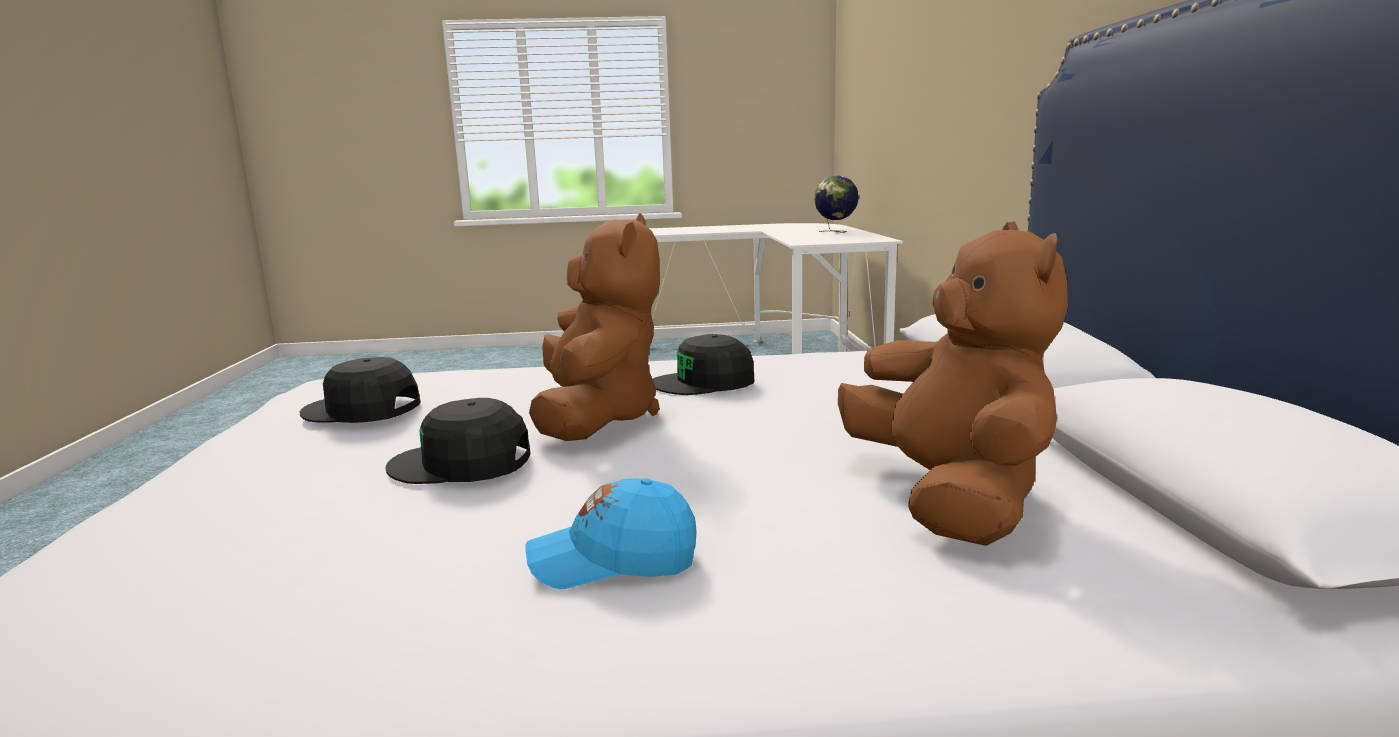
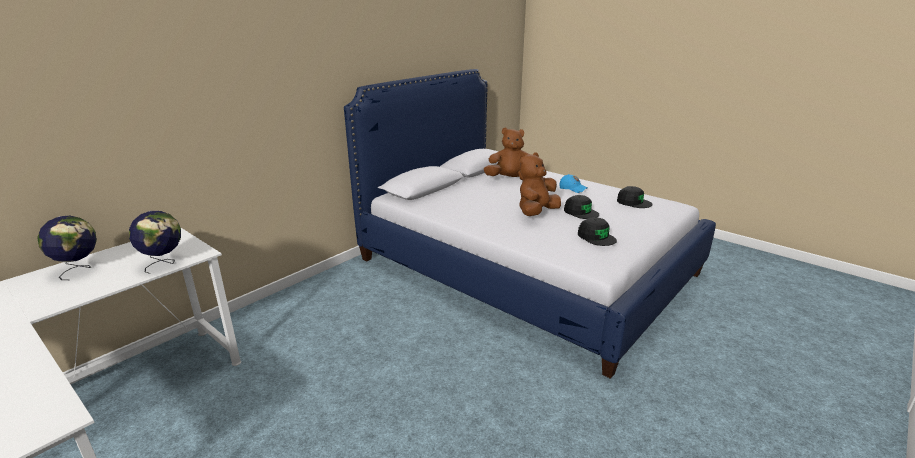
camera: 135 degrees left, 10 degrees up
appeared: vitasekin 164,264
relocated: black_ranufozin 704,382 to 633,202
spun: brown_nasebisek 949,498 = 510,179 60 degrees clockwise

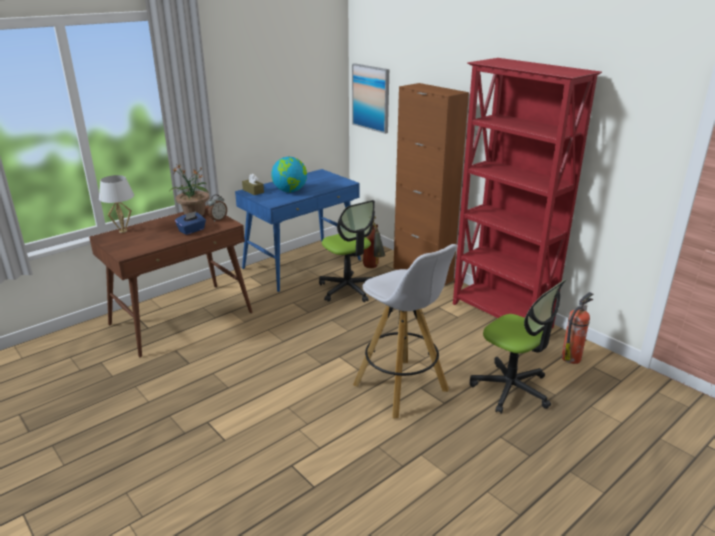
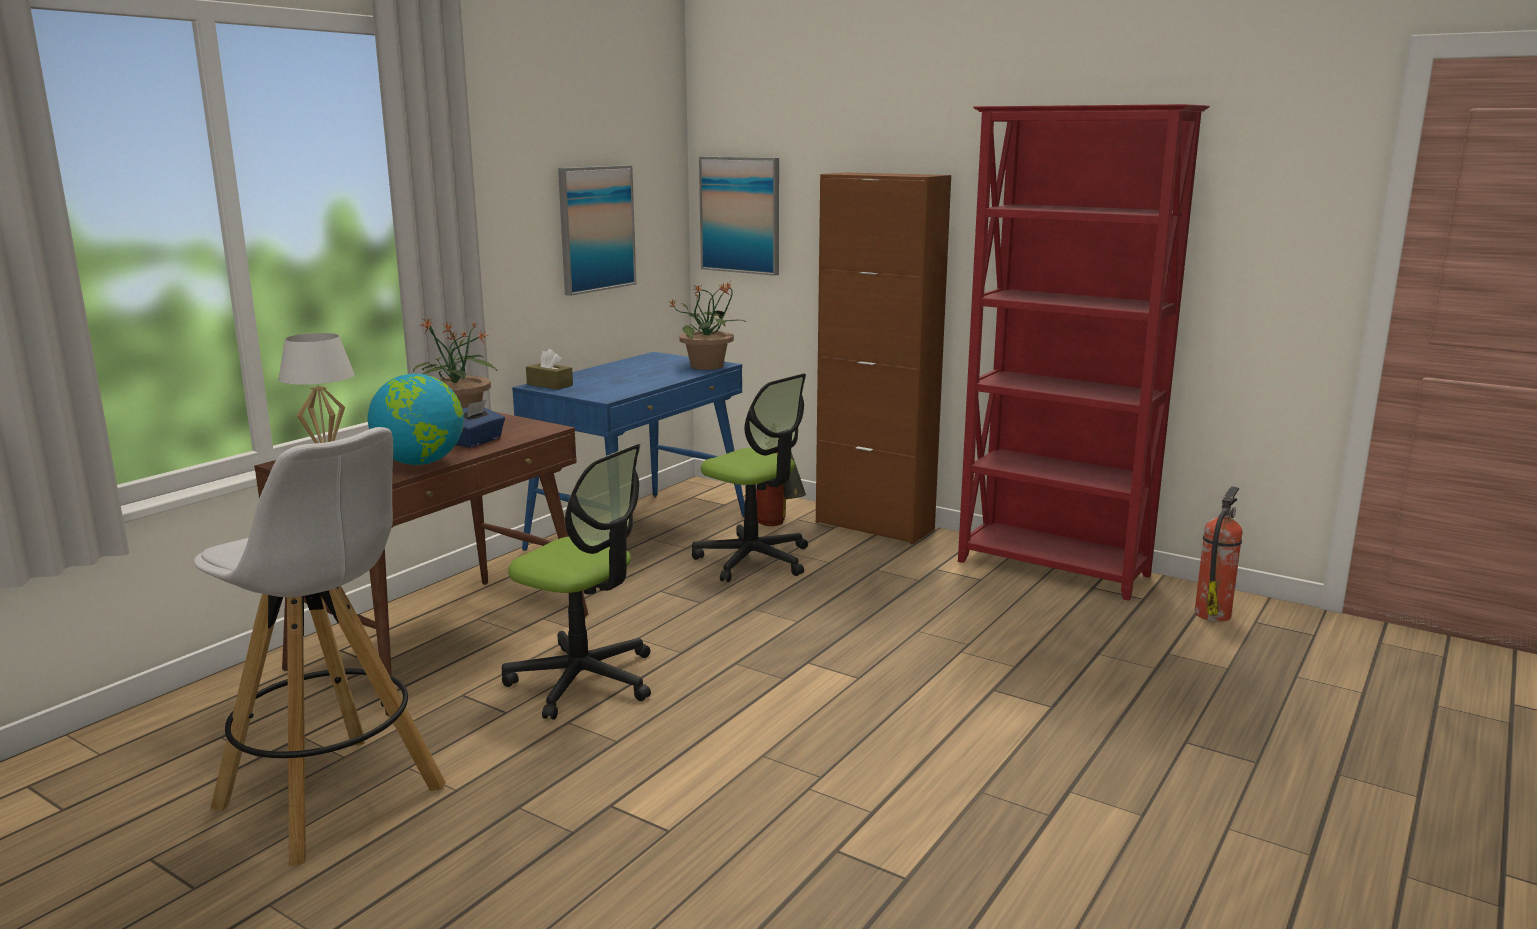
camera: 15 degrees left, 10 degrees down
missing: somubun 218,219
appeared: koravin 596,228; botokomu 708,366
relocated: vitasekin 290,191 to 420,463; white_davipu 402,388 to 333,799; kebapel 511,389 to 583,680

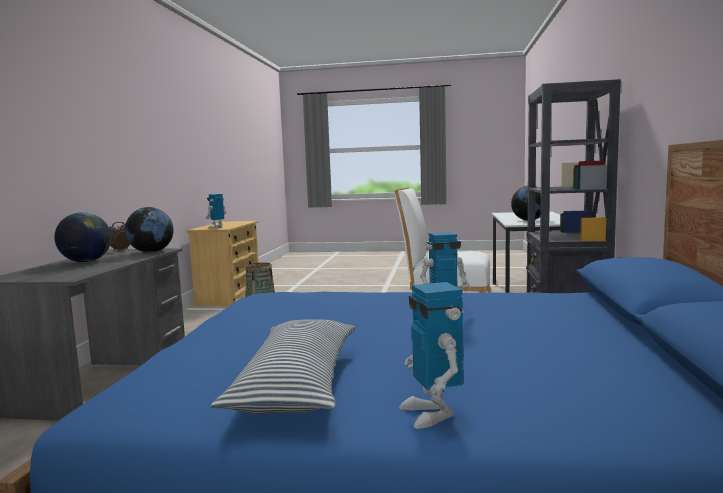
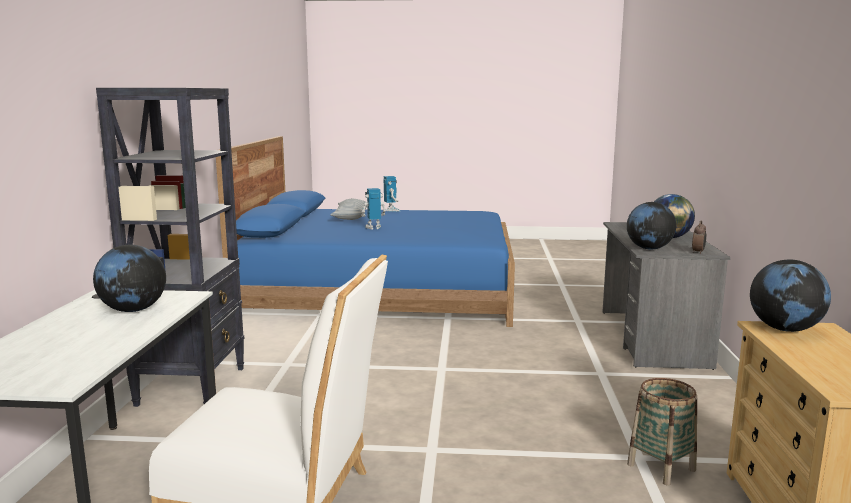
camera: 175 degrees right, 5 degrees up
relocated: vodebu 297,383 to 351,217
exchanged: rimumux 217,228 to vitasekin 785,329

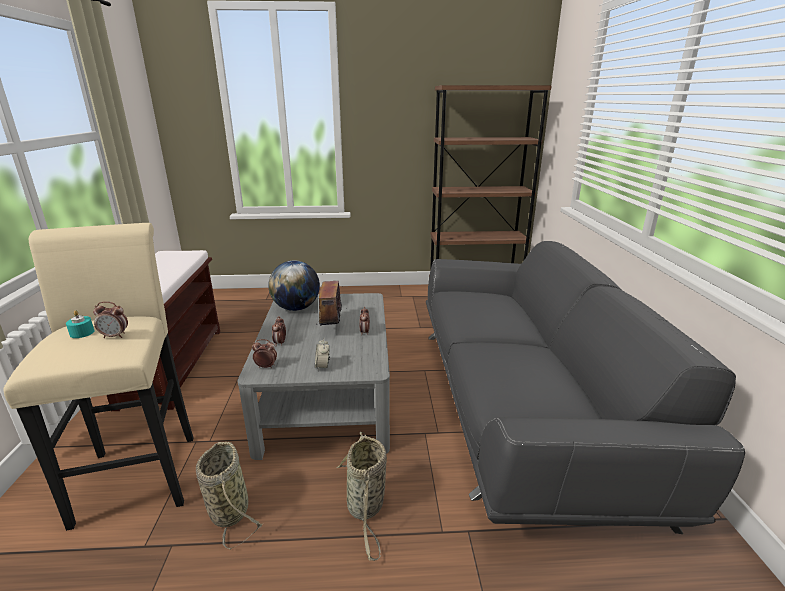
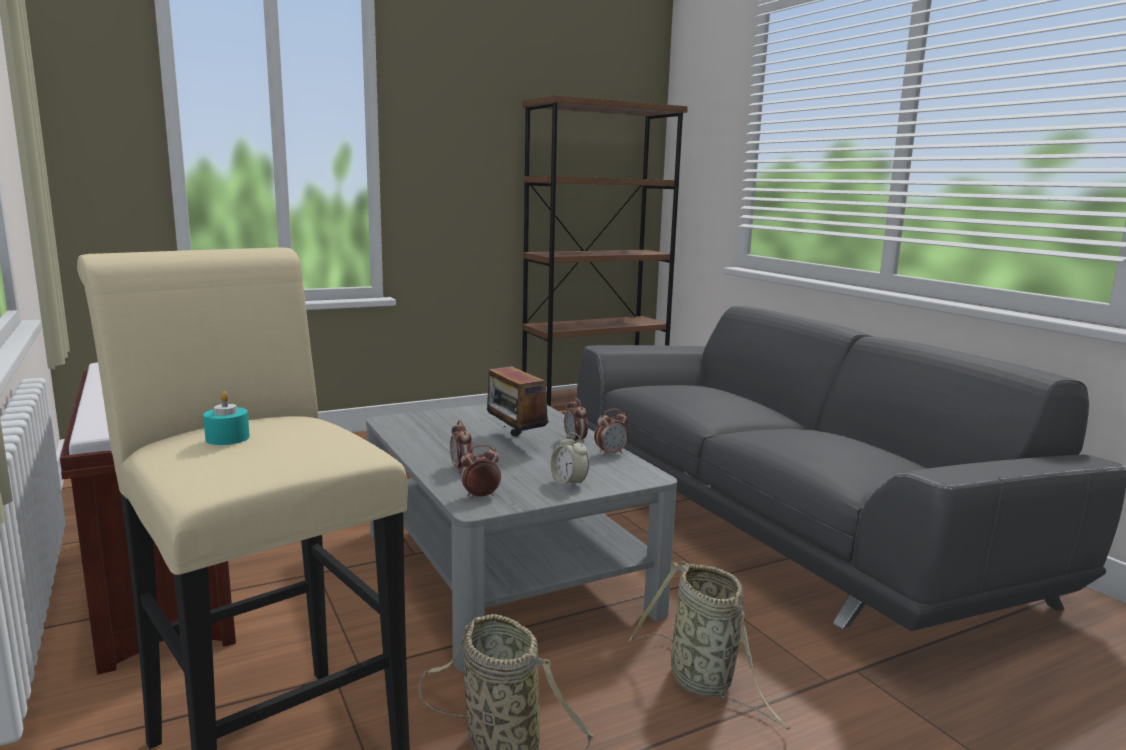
camera: 25 degrees left, 10 degrees down
missing: vitasekin 296,308
relocated: somubun 115,336 to 610,453

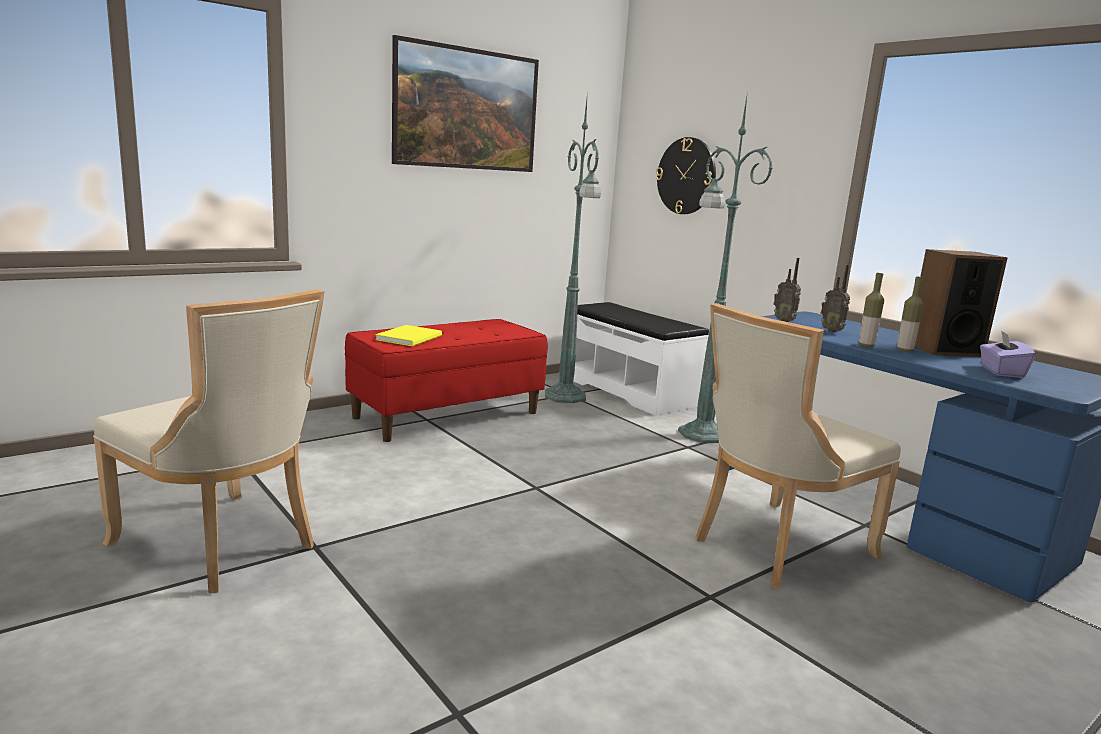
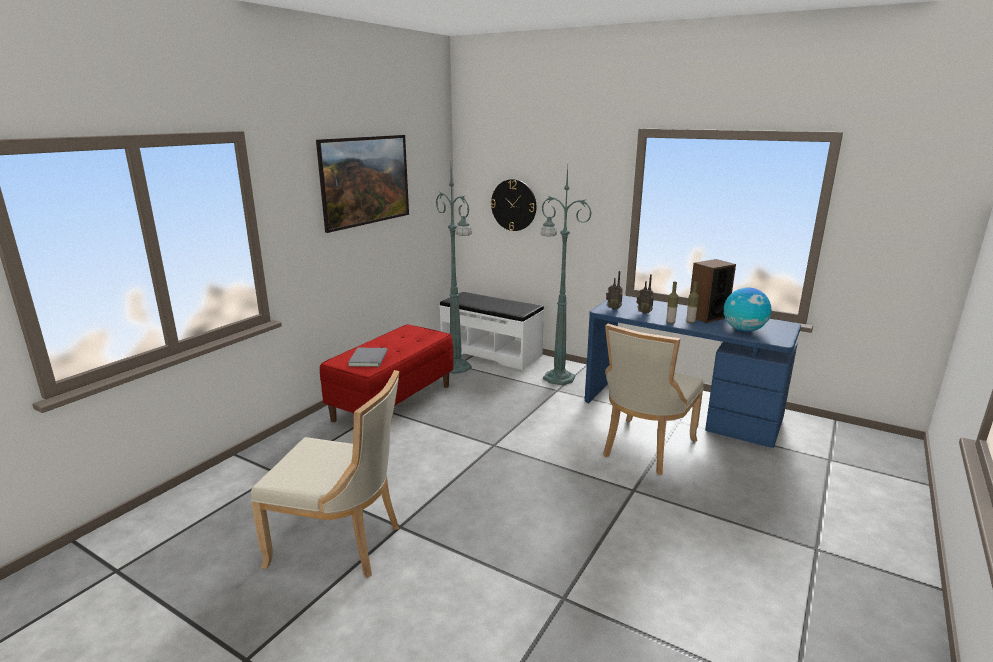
camera: 20 degrees left, 5 degrees up
exchanged: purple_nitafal 1001,372 to vitasekin 744,330
colour: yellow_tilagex 411,337 to grey_tilagex 369,358

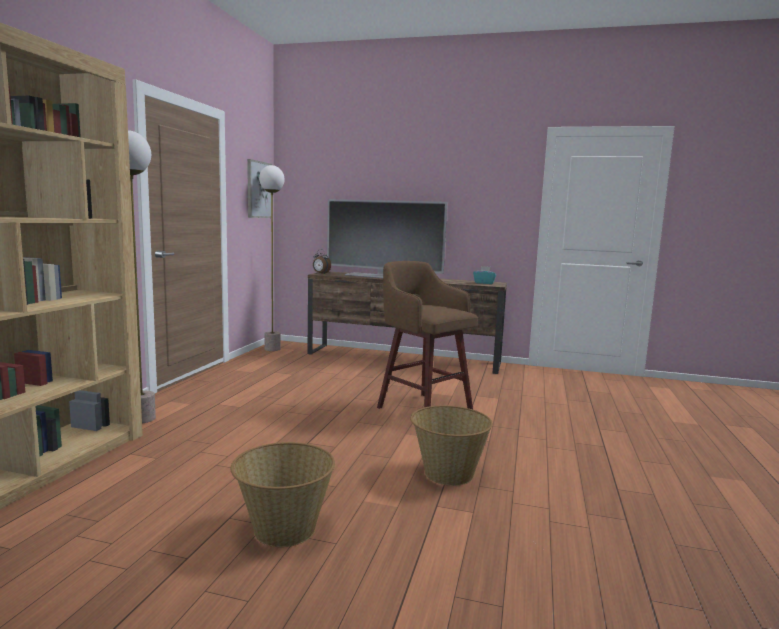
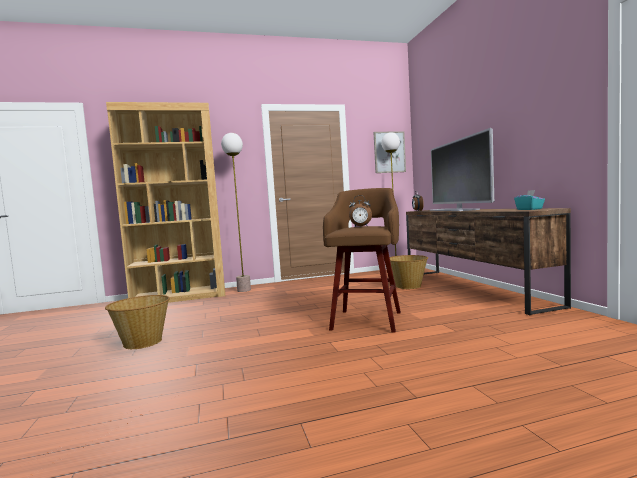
camera: 60 degrees right, 5 degrees down
appeared: somubun 360,226
relocated: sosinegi 448,473 to 408,286

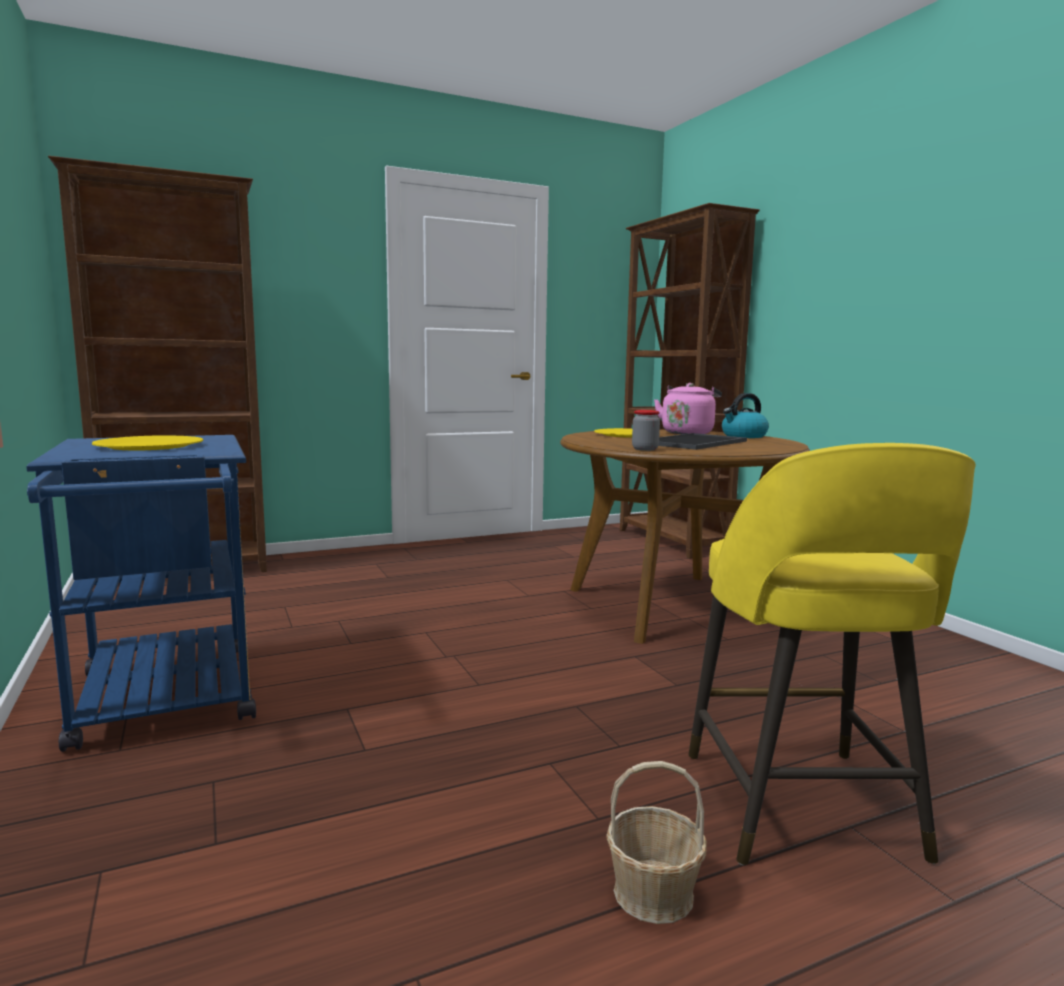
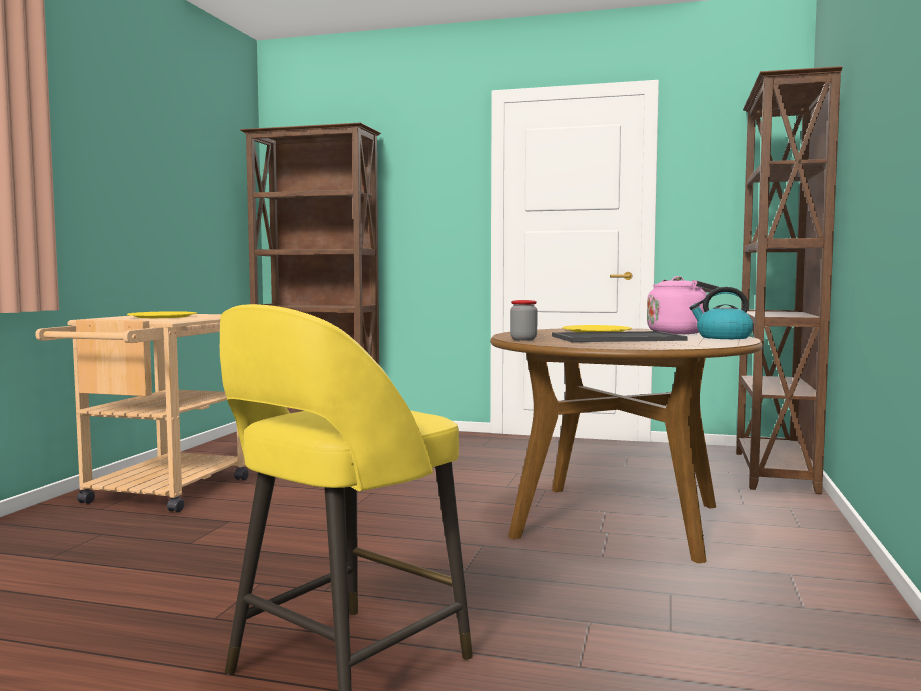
camera: 40 degrees right, 5 degrees down
missing: sosinegi 654,894
colour: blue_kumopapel 166,704 to beige_kumopapel 159,495

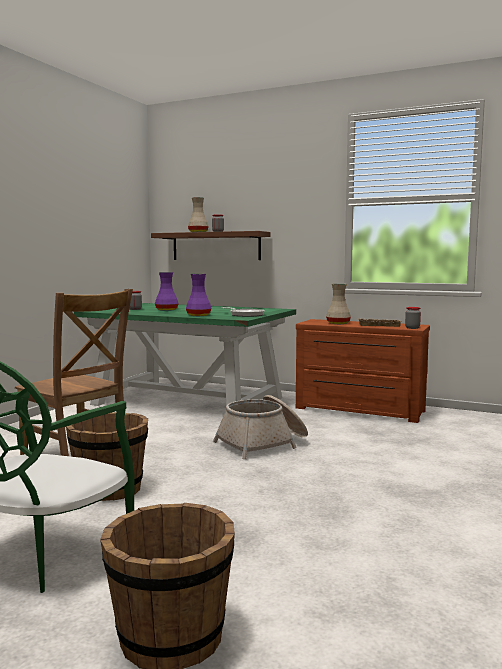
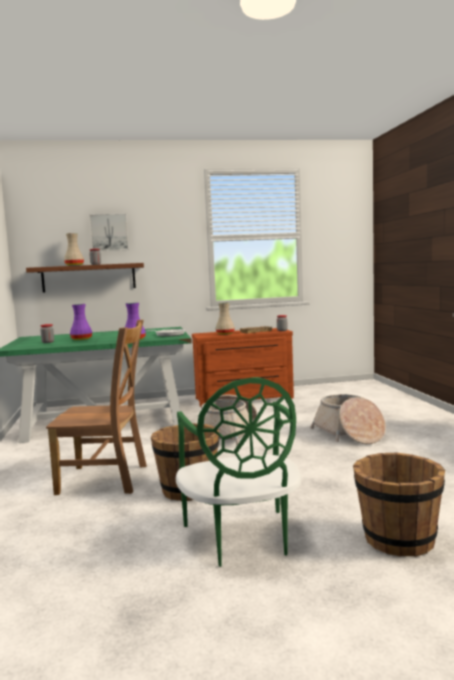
camera: 35 degrees left, 0 degrees up
appeared: koravin 109,232; sosinegi 349,434

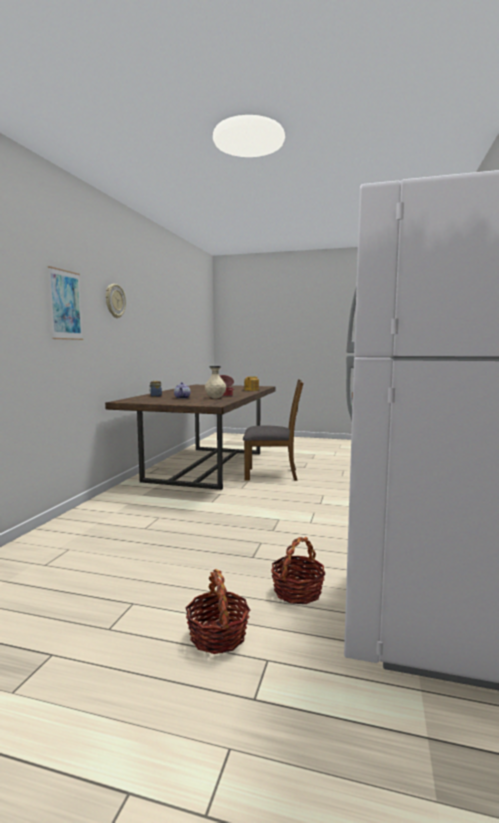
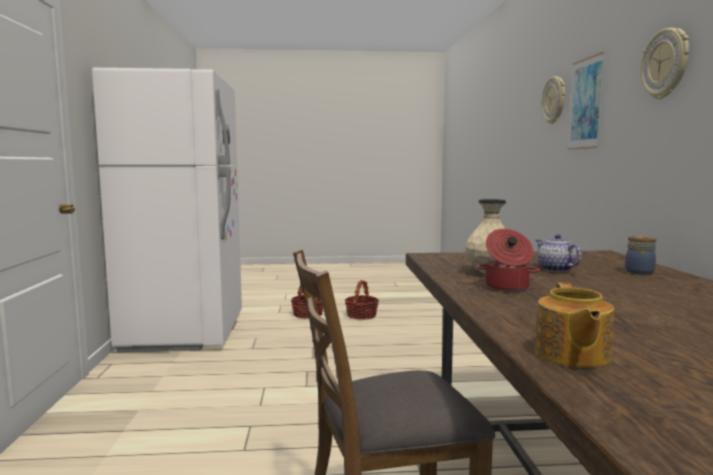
camera: 160 degrees right, 0 degrees up
appeared: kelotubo 554,100
relocated: sosinegi 297,592 to 361,315

